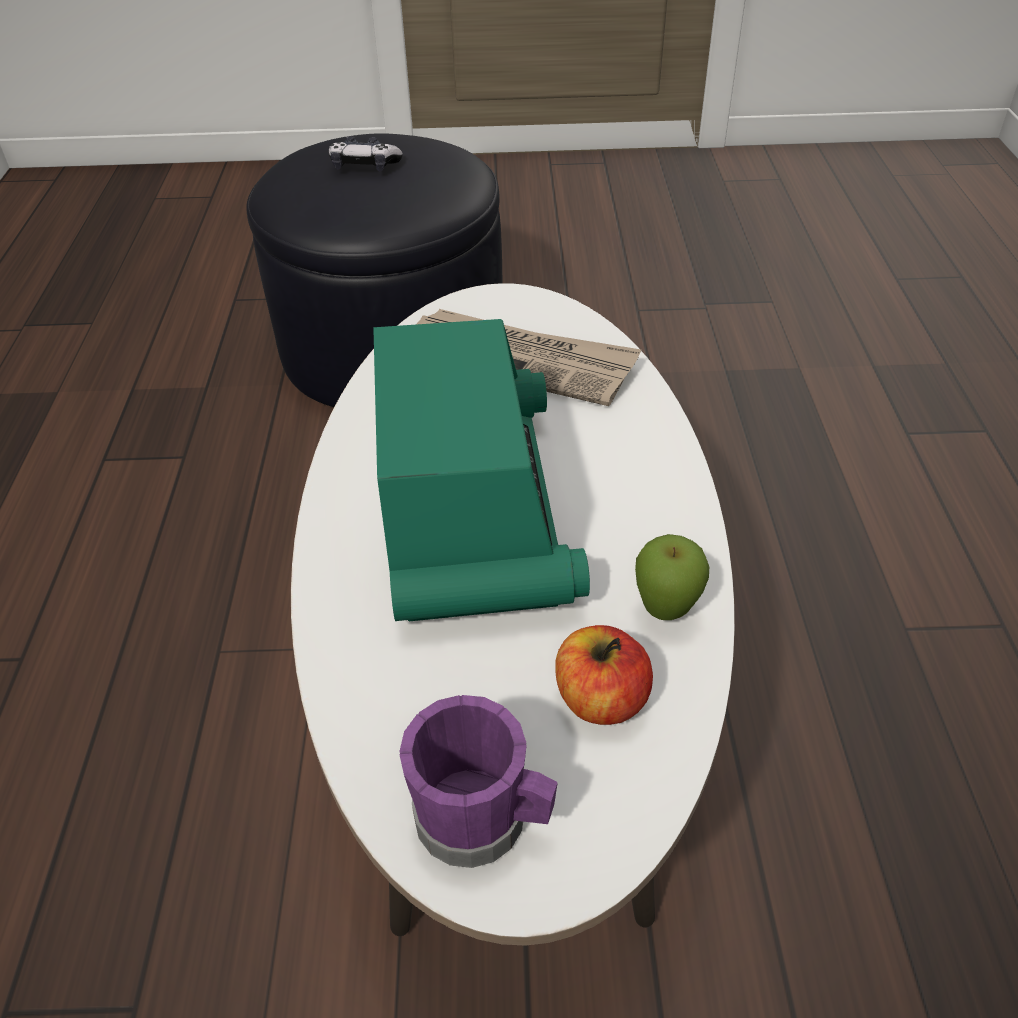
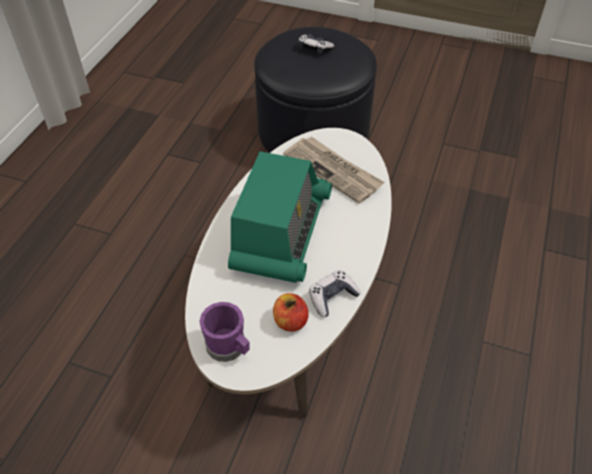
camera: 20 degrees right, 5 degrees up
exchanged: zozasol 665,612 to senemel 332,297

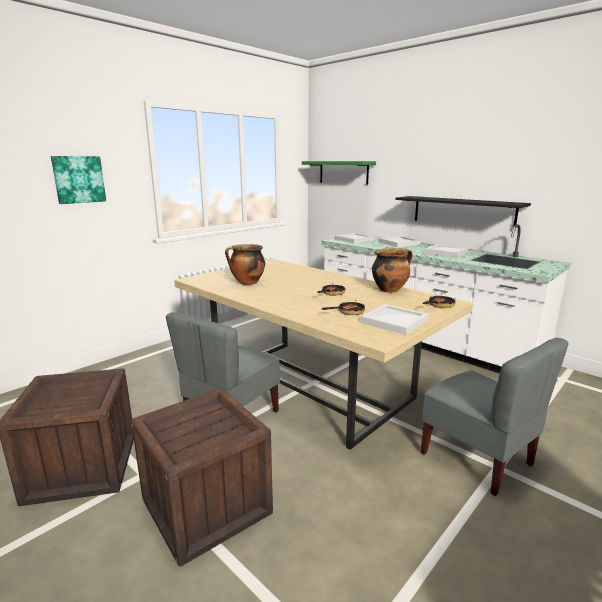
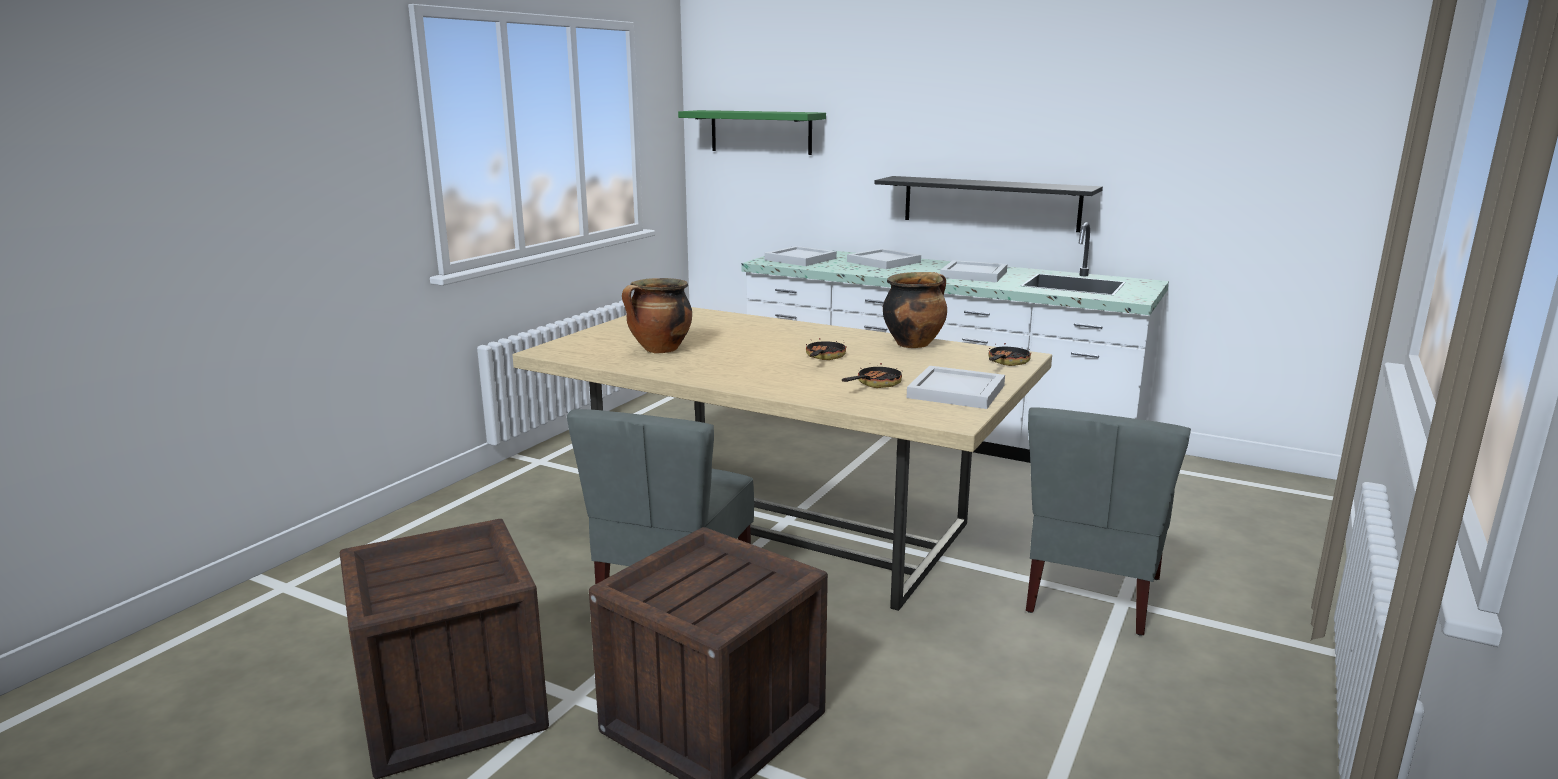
camera: 15 degrees left, 0 degrees up
missing: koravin 78,179
spun: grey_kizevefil 477,458 = 1090,594 75 degrees clockwise

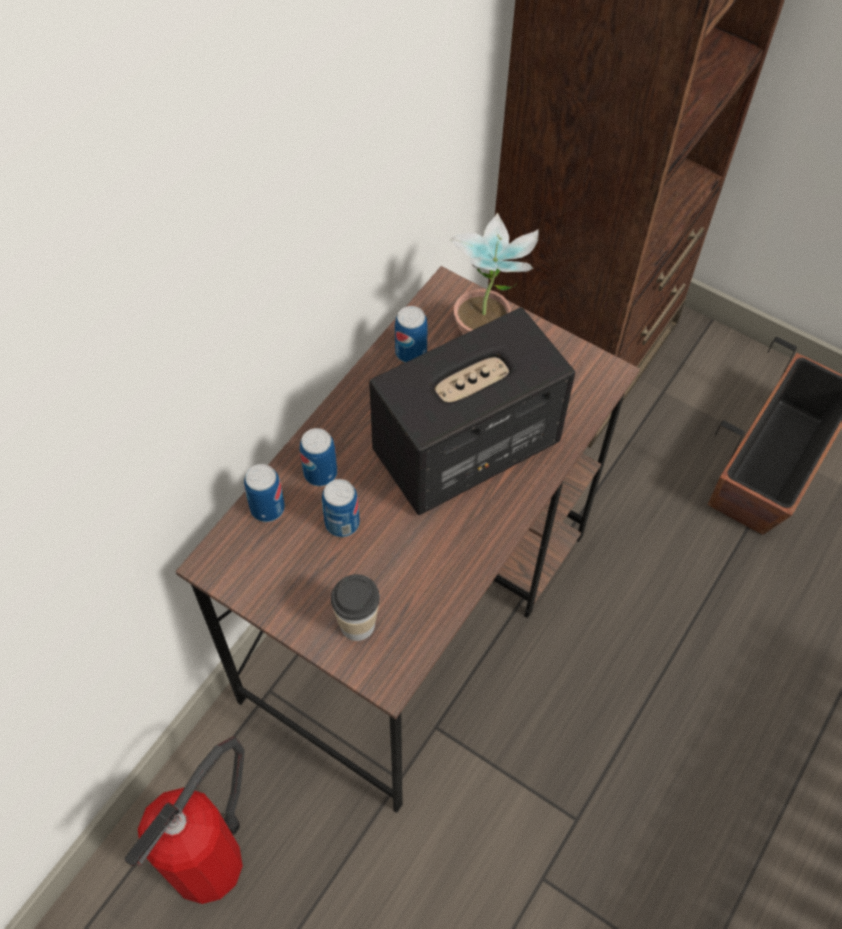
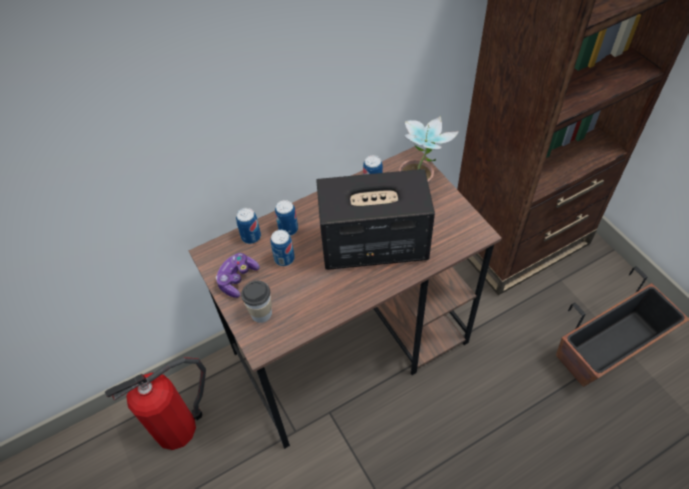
camera: 30 degrees right, 5 degrees down
appeared: senemel 237,279

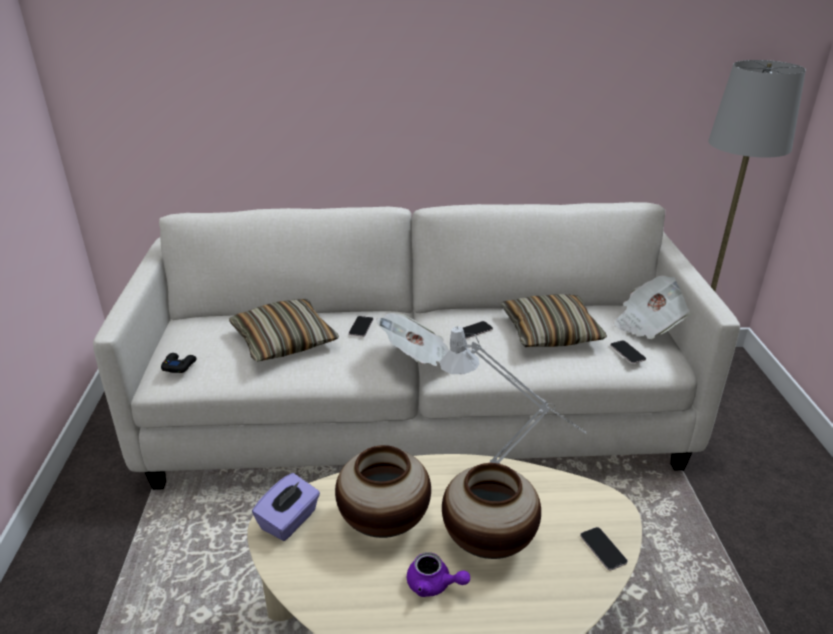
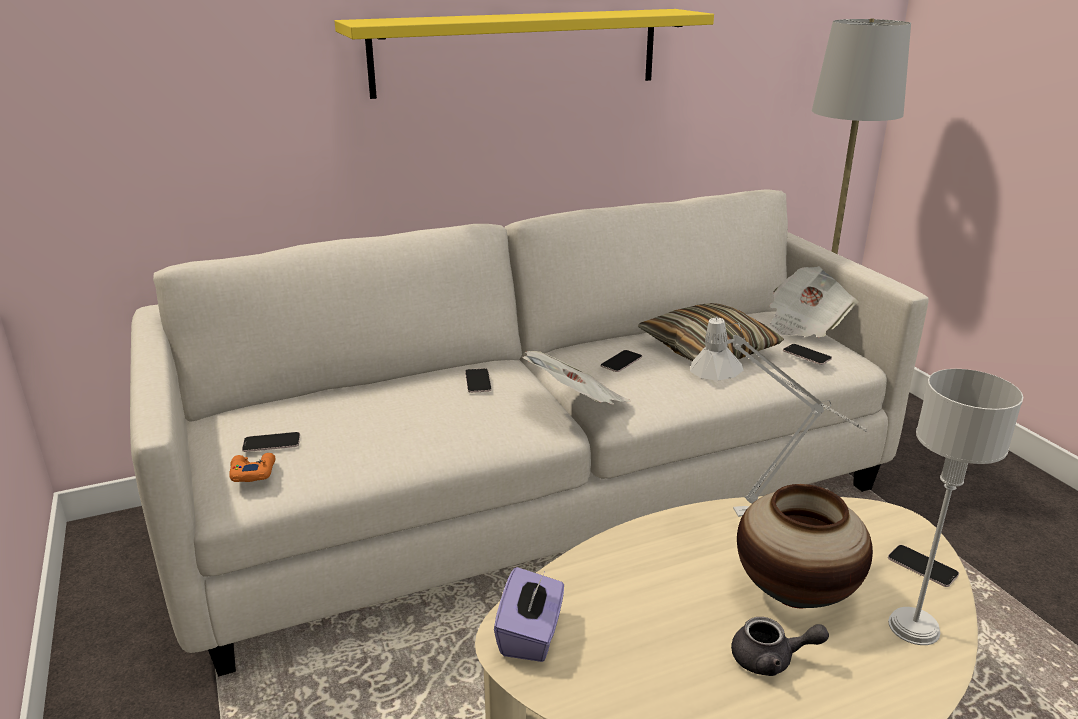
camera: 20 degrees left, 5 degrees down
missing: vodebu 284,341; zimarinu 383,522
appeared: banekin 271,443; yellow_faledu 518,52; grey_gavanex 915,627
colour: black_senemel 179,366 to orange_senemel 252,472; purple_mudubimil 434,585 to grey_mudubimil 771,659

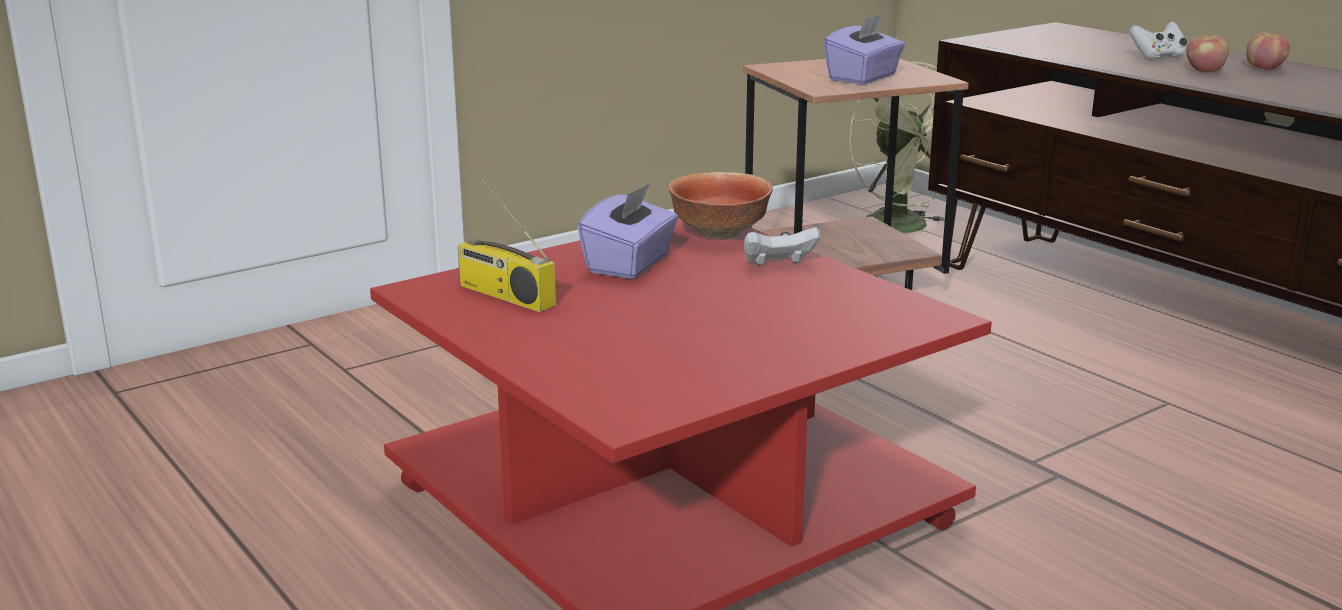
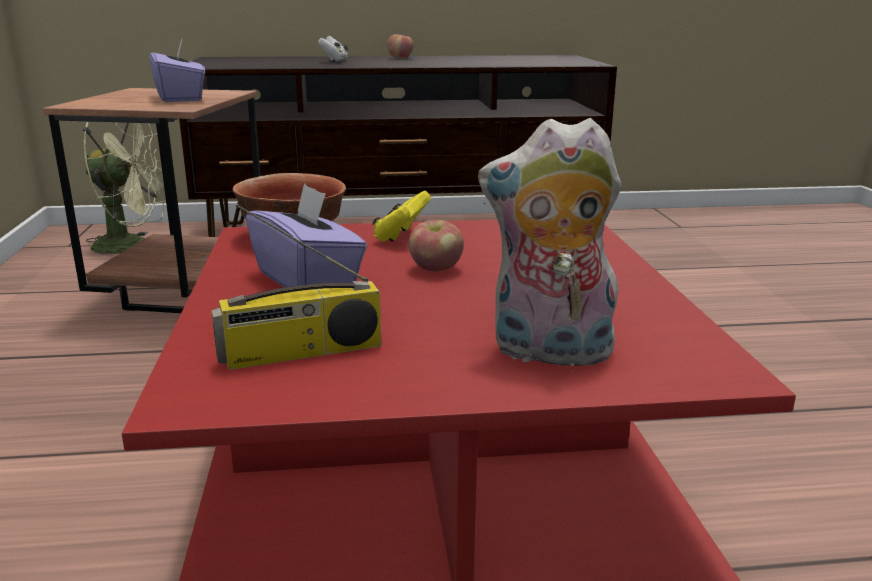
camera: 60 degrees left, 0 degrees up
appeared: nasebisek 548,353
relocated: zozasol 1205,71 to 436,269
colour: white_senemel 778,265 to yellow_senemel 401,237

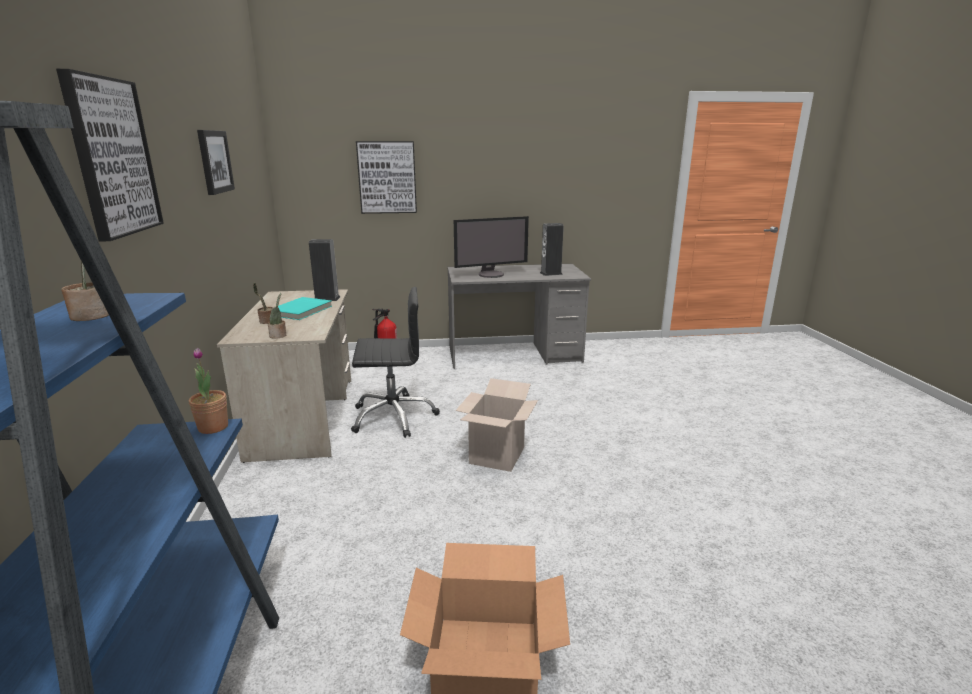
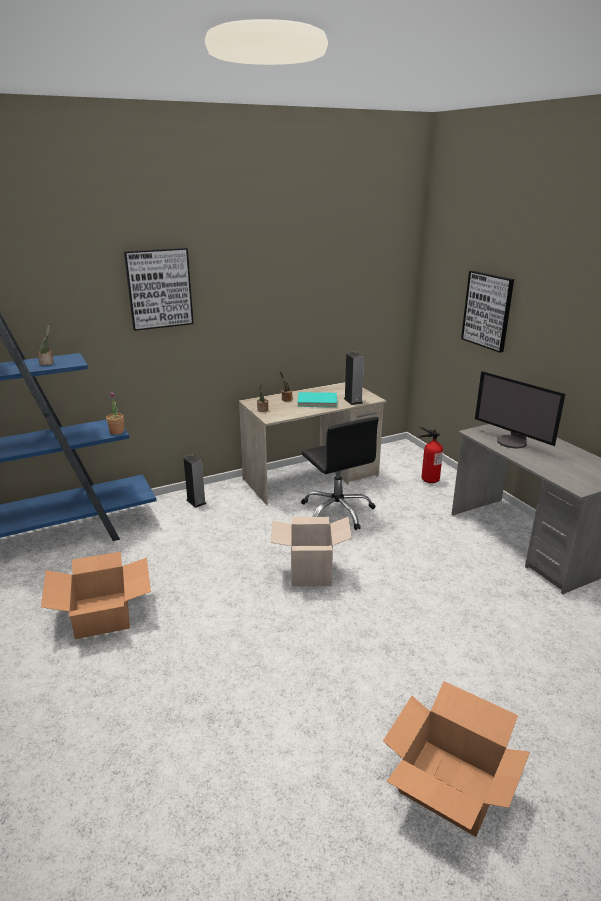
camera: 70 degrees right, 5 degrees up
missing: koravin 214,161
appeared: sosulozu 449,786
relocated: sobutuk 551,273 to 196,502

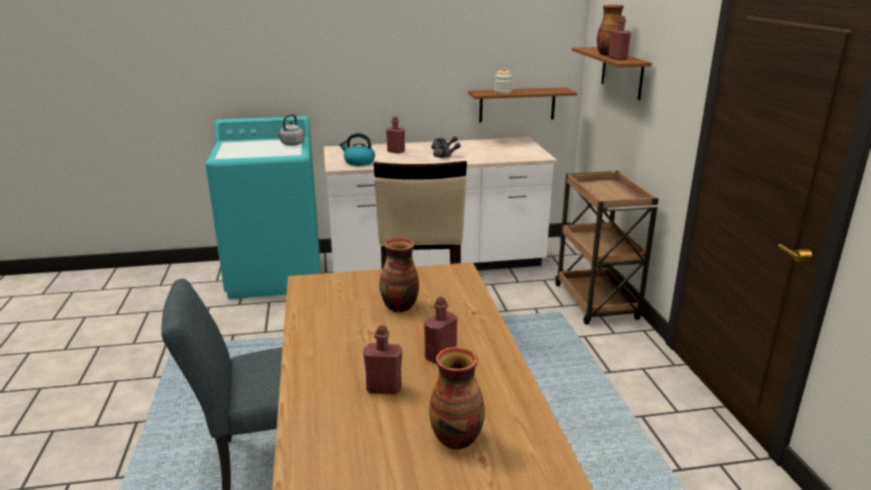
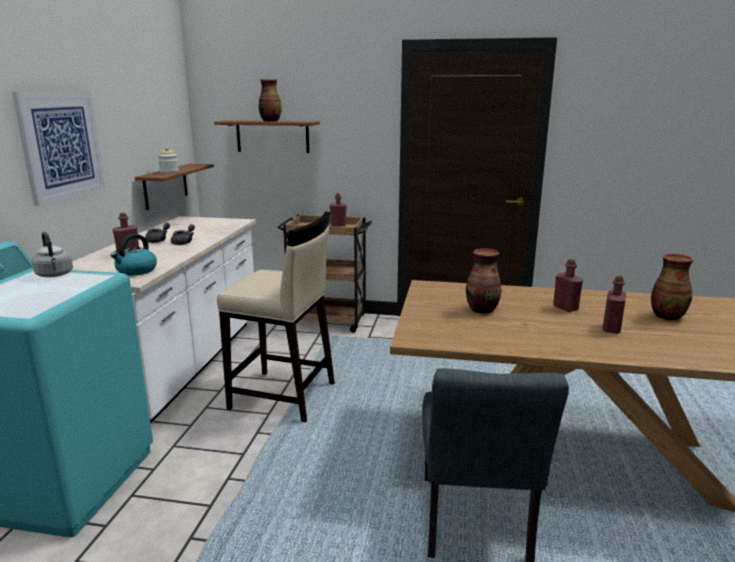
camera: 70 degrees left, 5 degrees down
appeared: koravin 61,145
relocated: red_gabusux 617,58 to 338,225

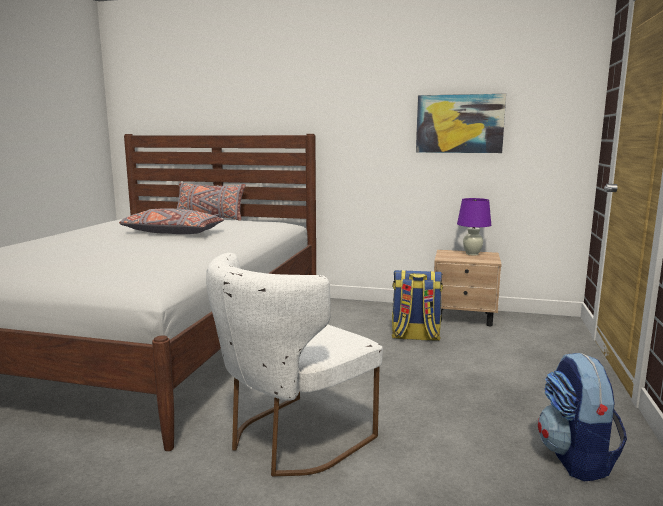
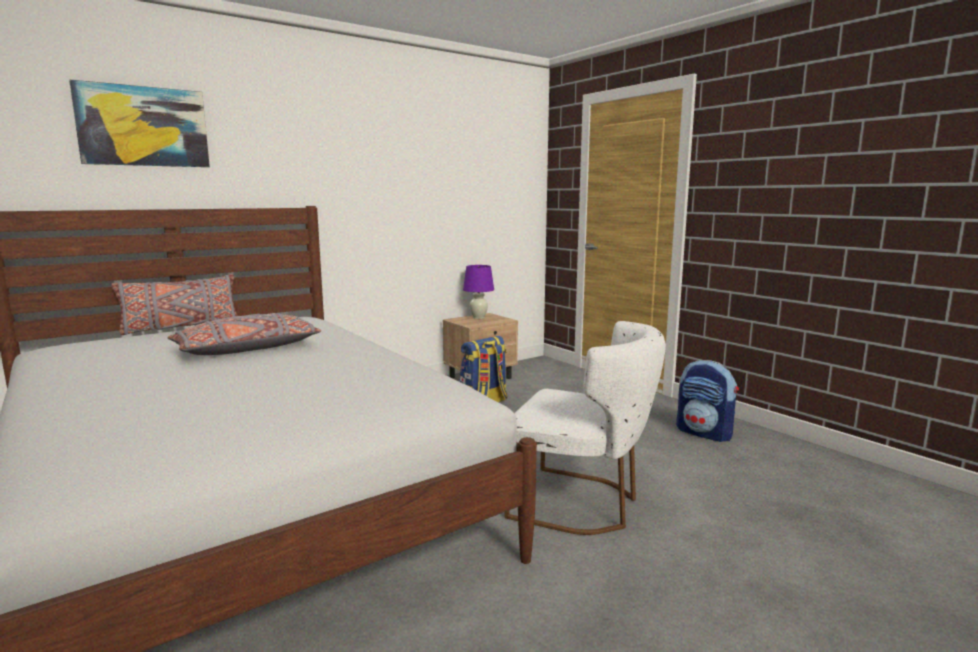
camera: 50 degrees left, 0 degrees up
relocated: koravin 459,124 to 143,126
spun: white_kizevefil 291,440 = 581,503 60 degrees counterclockwise

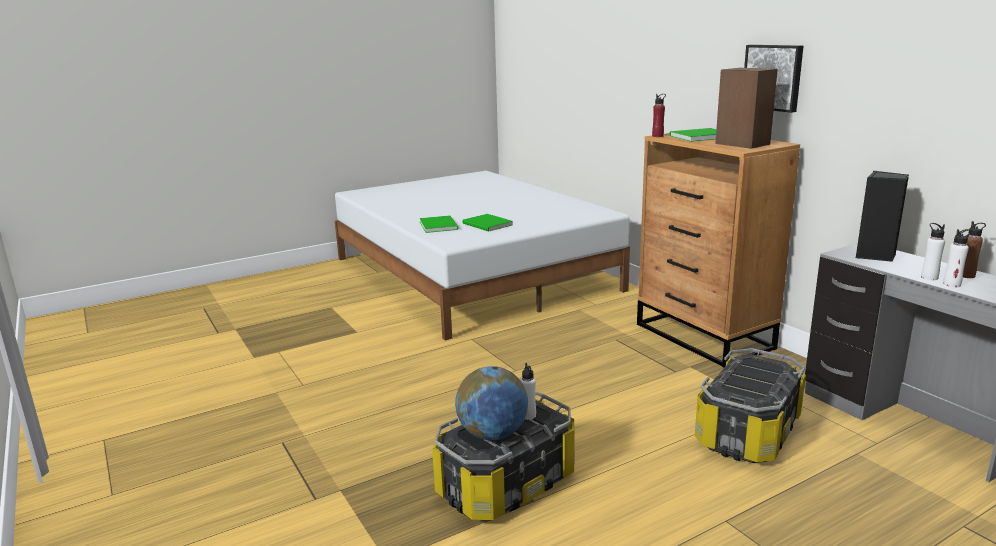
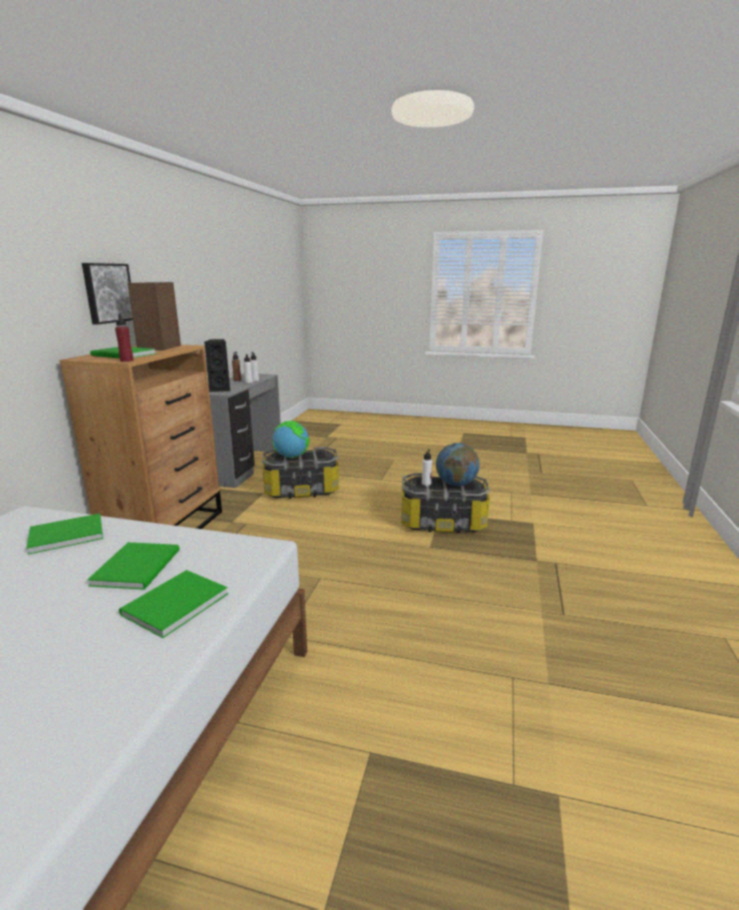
camera: 135 degrees left, 0 degrees up
appeared: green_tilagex 64,535; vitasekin 291,456

